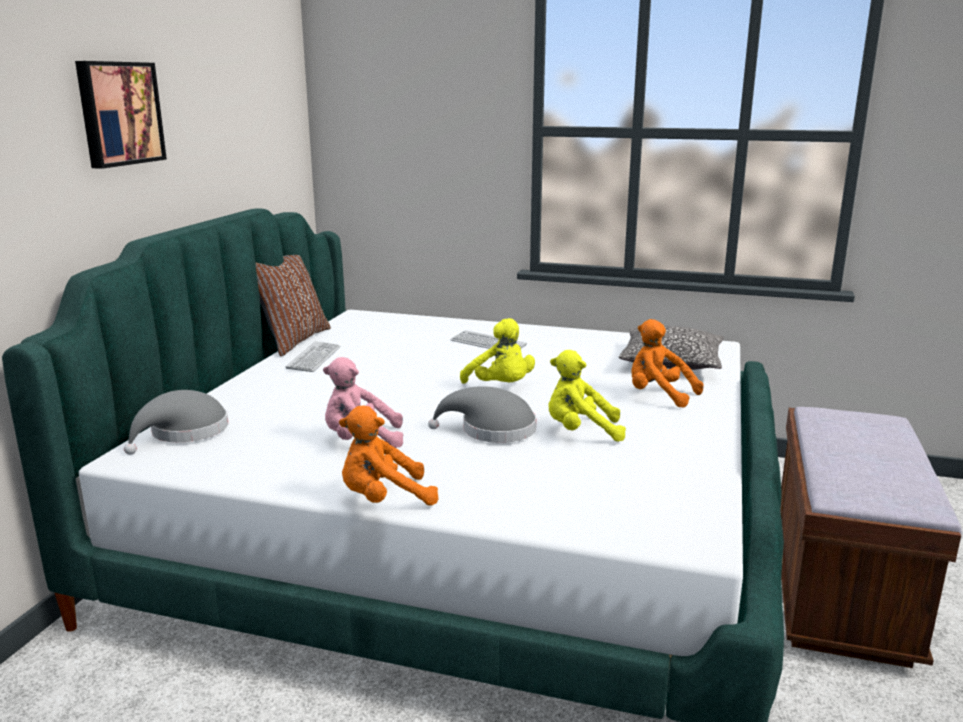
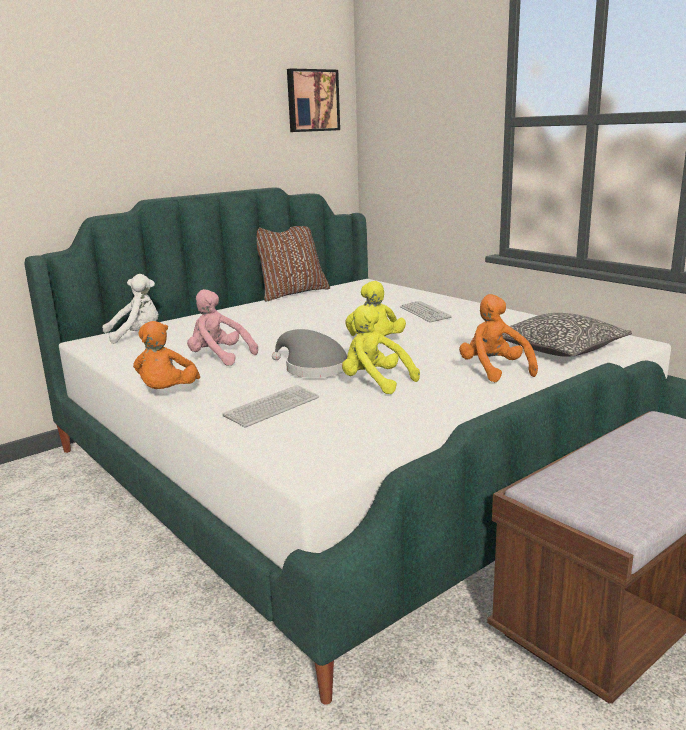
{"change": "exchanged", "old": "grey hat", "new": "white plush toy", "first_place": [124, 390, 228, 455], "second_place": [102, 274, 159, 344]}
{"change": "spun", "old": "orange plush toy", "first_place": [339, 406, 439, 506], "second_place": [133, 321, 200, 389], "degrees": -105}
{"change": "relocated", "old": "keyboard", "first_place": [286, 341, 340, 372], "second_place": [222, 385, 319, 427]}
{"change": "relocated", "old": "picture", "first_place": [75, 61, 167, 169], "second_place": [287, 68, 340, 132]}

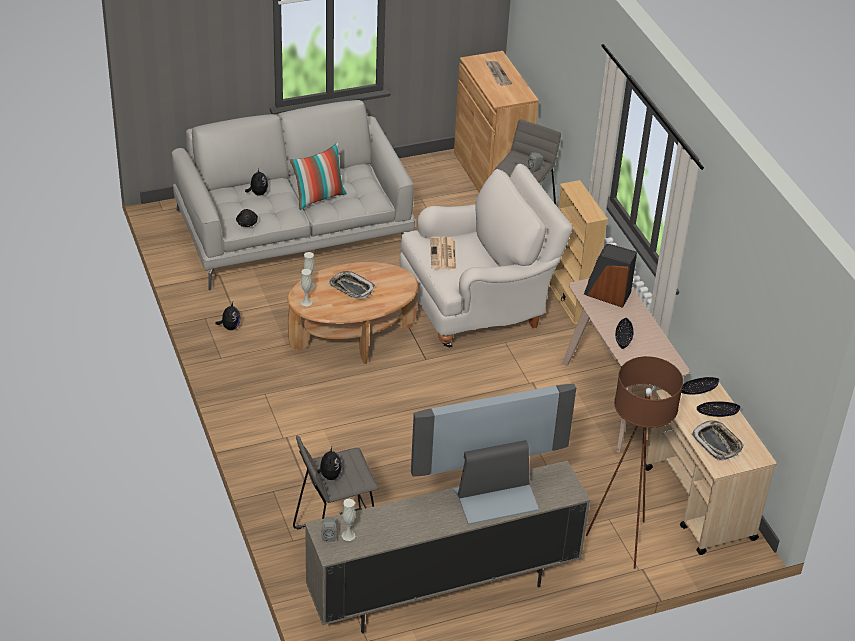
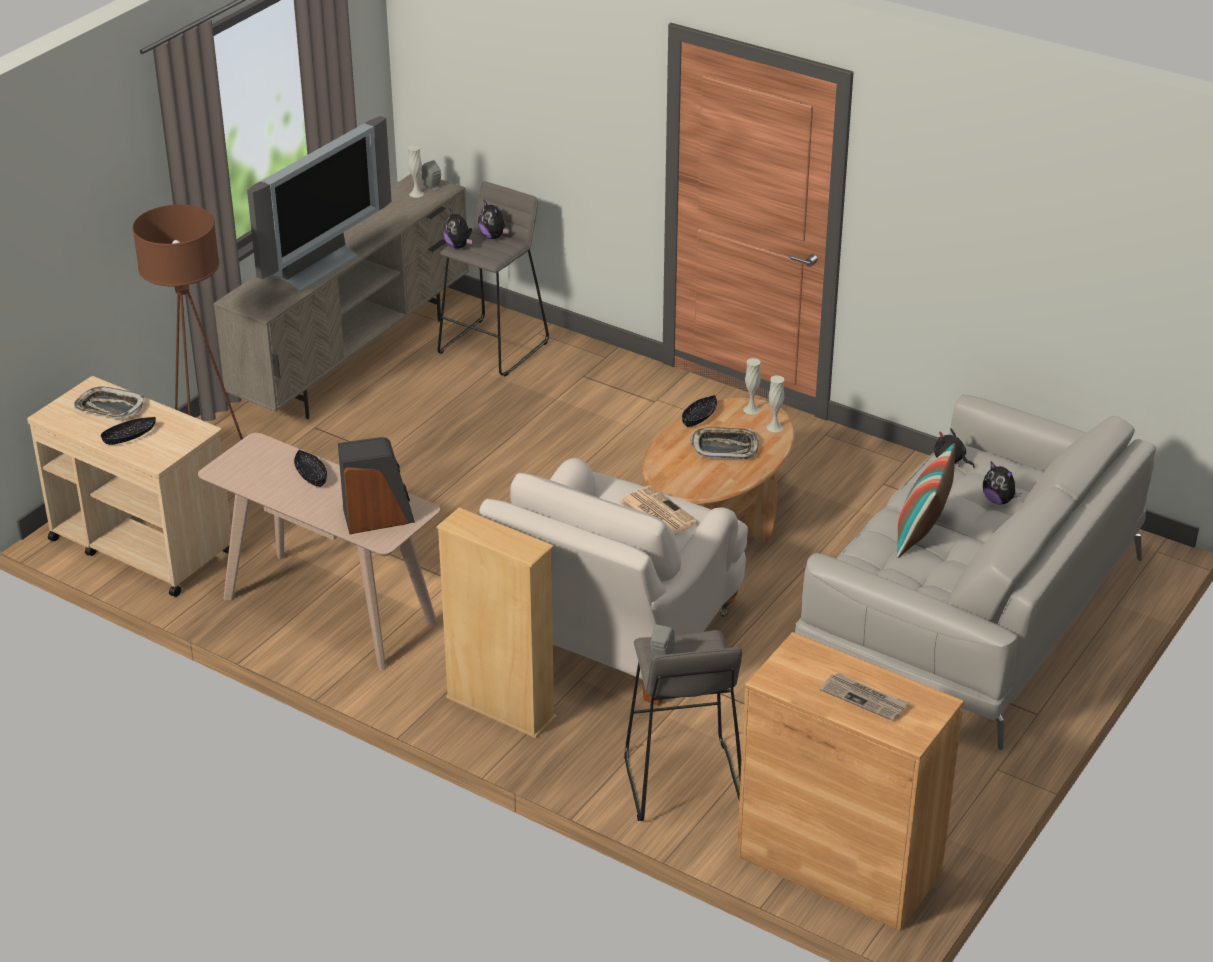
{"change": "relocated", "old": "plush toy", "first_place": [215, 302, 241, 330], "second_place": [443, 209, 472, 249]}
{"change": "relocated", "old": "black bowl", "first_place": [681, 377, 719, 395], "second_place": [682, 395, 717, 427]}

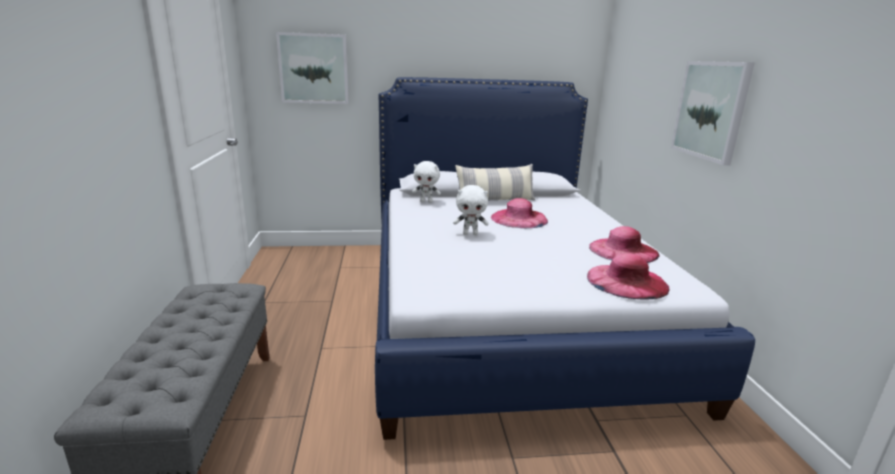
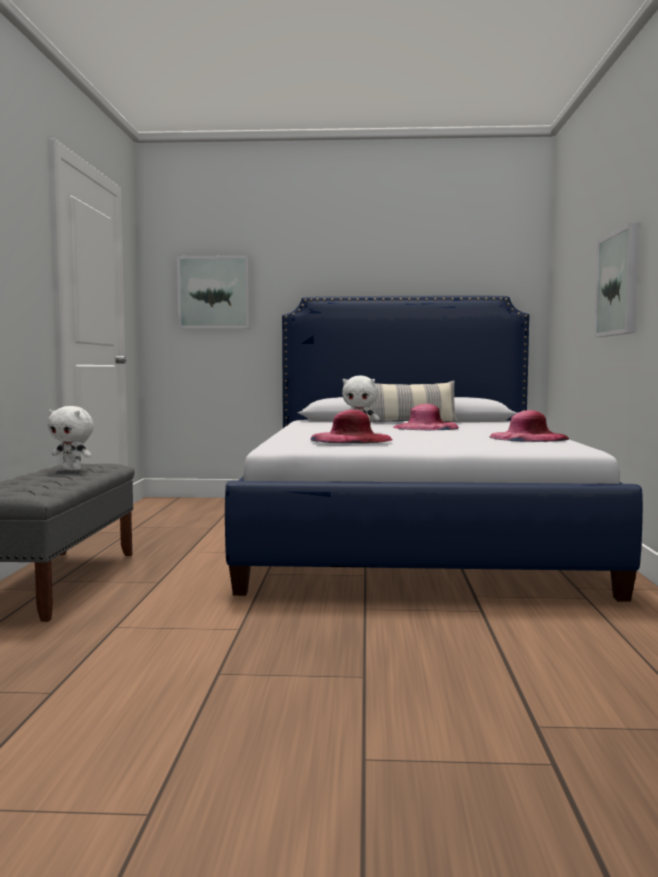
{"change": "relocated", "old": "white plush toy", "first_place": [412, 161, 441, 203], "second_place": [48, 406, 94, 470]}
{"change": "relocated", "old": "pink hat", "first_place": [587, 253, 670, 299], "second_place": [310, 410, 392, 443]}

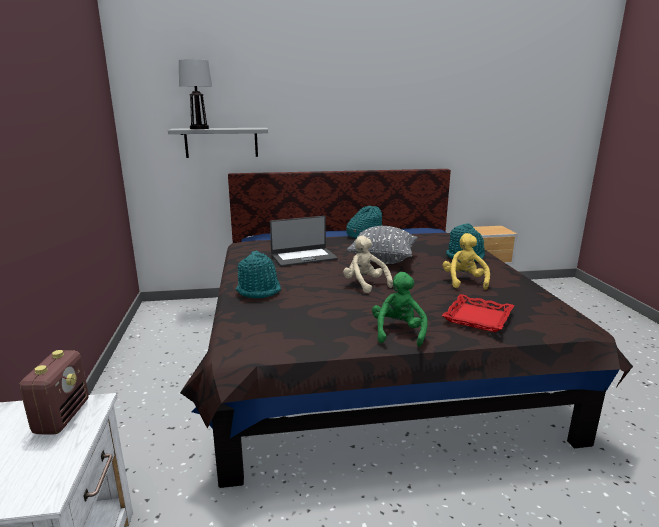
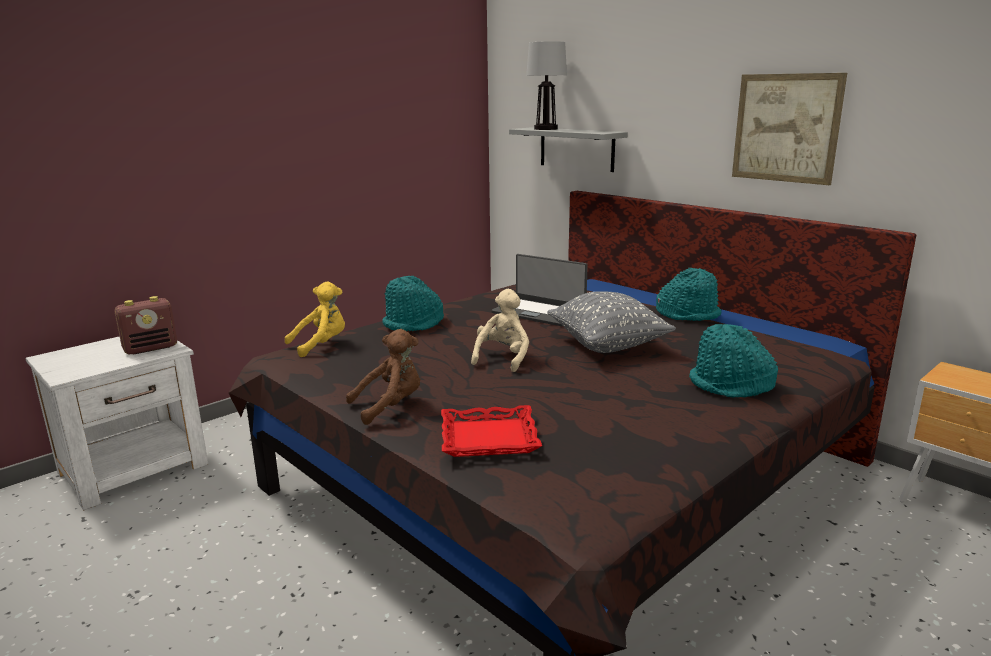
{"change": "relocated", "old": "yellow plush toy", "first_place": [443, 233, 490, 290], "second_place": [285, 281, 345, 357]}
{"change": "colour", "old": "green plush toy", "new": "brown plush toy", "first_place": [372, 272, 428, 347], "second_place": [346, 329, 420, 425]}
{"change": "appeared", "new": "picture", "second_place": [732, 73, 847, 185]}

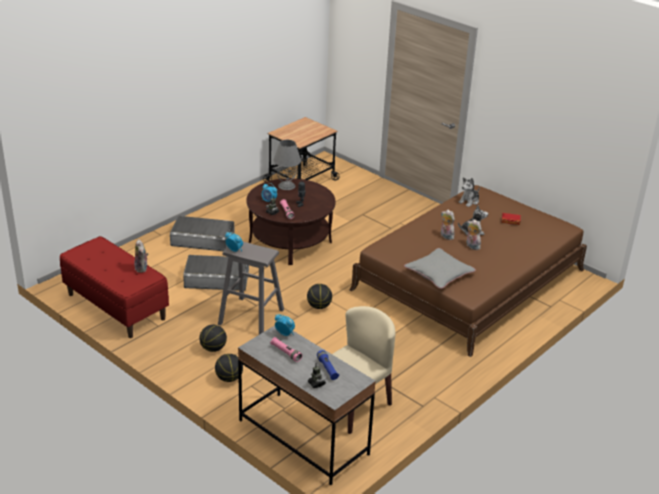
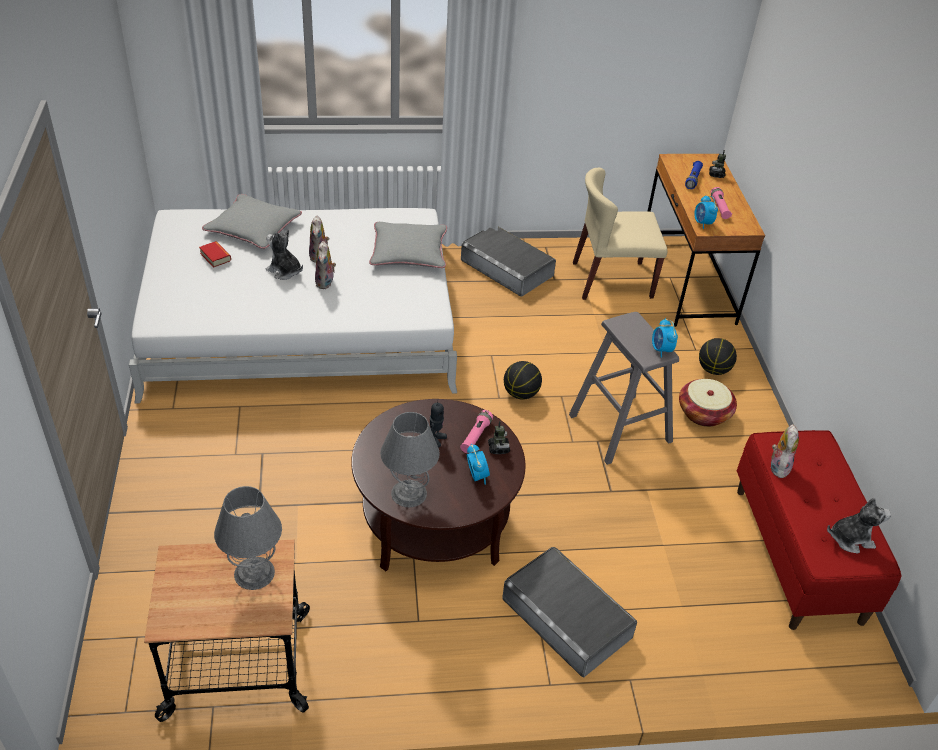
{"change": "colour", "old": "brown bed", "new": "white bed", "first_place": [350, 185, 587, 357], "second_place": [129, 208, 457, 403]}
{"change": "appeared", "new": "grey pillow", "second_place": [202, 194, 302, 249]}
{"change": "appeared", "new": "grey table lamp", "second_place": [214, 486, 282, 590]}
{"change": "relocated", "old": "grey storage box", "first_place": [183, 255, 249, 291], "second_place": [461, 226, 556, 297]}
{"change": "colour", "old": "grey desk", "new": "brown desk", "first_place": [238, 326, 376, 485], "second_place": [647, 154, 765, 327]}
{"change": "exchanged", "old": "basketball", "new": "basket", "first_place": [199, 325, 227, 352], "second_place": [679, 379, 737, 427]}
{"change": "relocated", "old": "plush toy", "first_place": [459, 177, 480, 207], "second_place": [827, 498, 891, 554]}

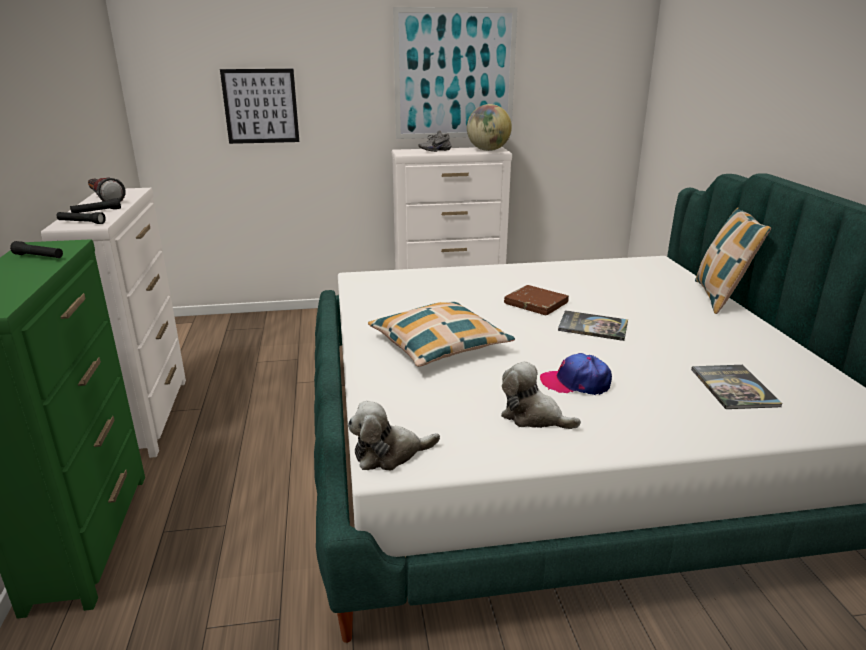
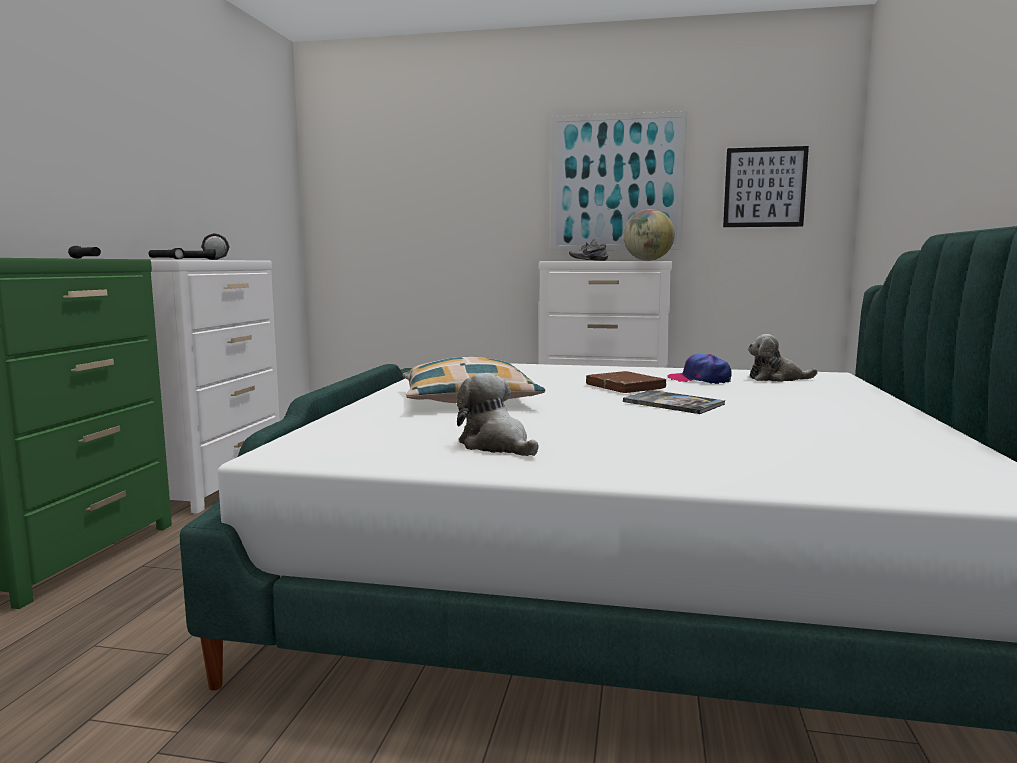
{"change": "relocated", "old": "cap", "first_place": [540, 353, 612, 395], "second_place": [667, 354, 732, 384]}
{"change": "relocated", "old": "picture", "first_place": [220, 69, 299, 144], "second_place": [723, 146, 809, 227]}
{"change": "relocated", "old": "plush toy", "first_place": [348, 401, 440, 471], "second_place": [748, 334, 817, 382]}
{"change": "missing", "old": "book", "first_place": [691, 365, 783, 409]}
{"change": "missing", "old": "pillow", "first_place": [695, 208, 771, 314]}

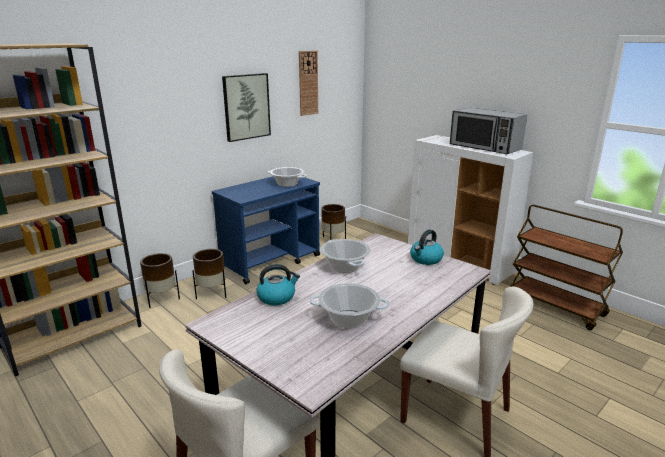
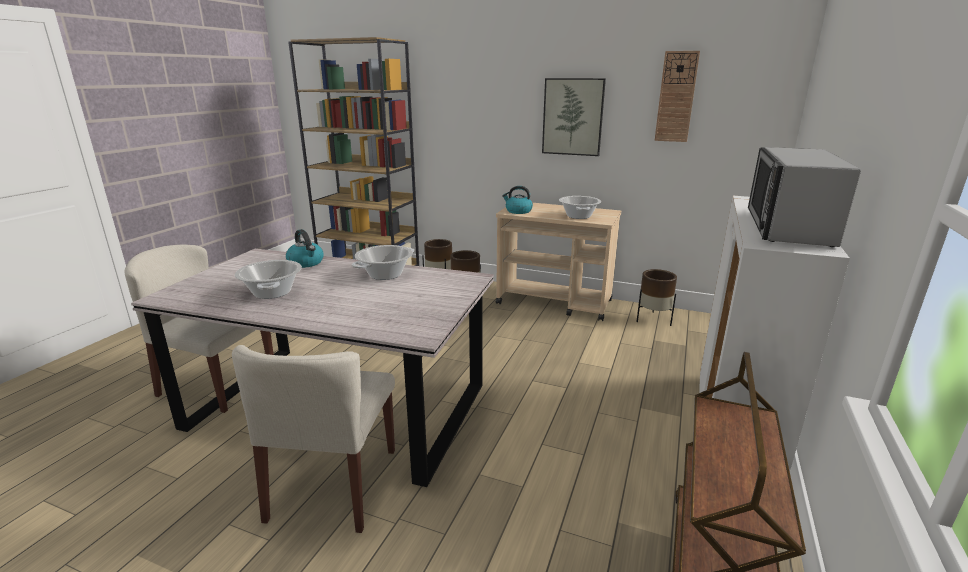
{"change": "colour", "old": "blue cart", "new": "beige cart", "first_place": [212, 176, 320, 284], "second_place": [496, 203, 621, 321]}
{"change": "relocated", "old": "kettle", "first_place": [410, 229, 444, 265], "second_place": [502, 186, 533, 214]}

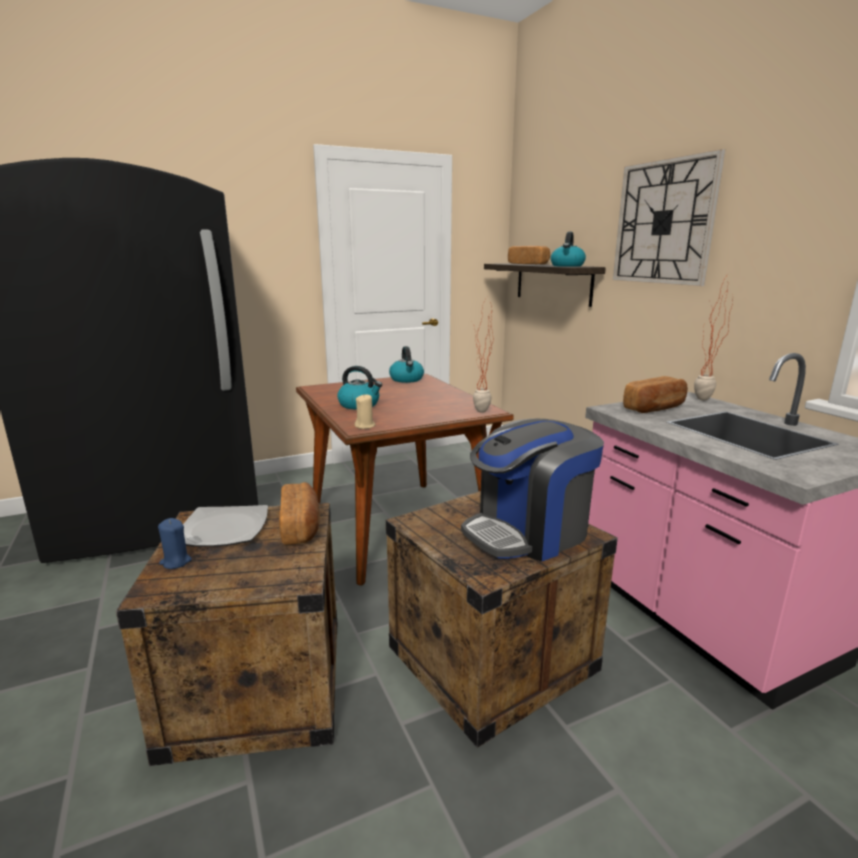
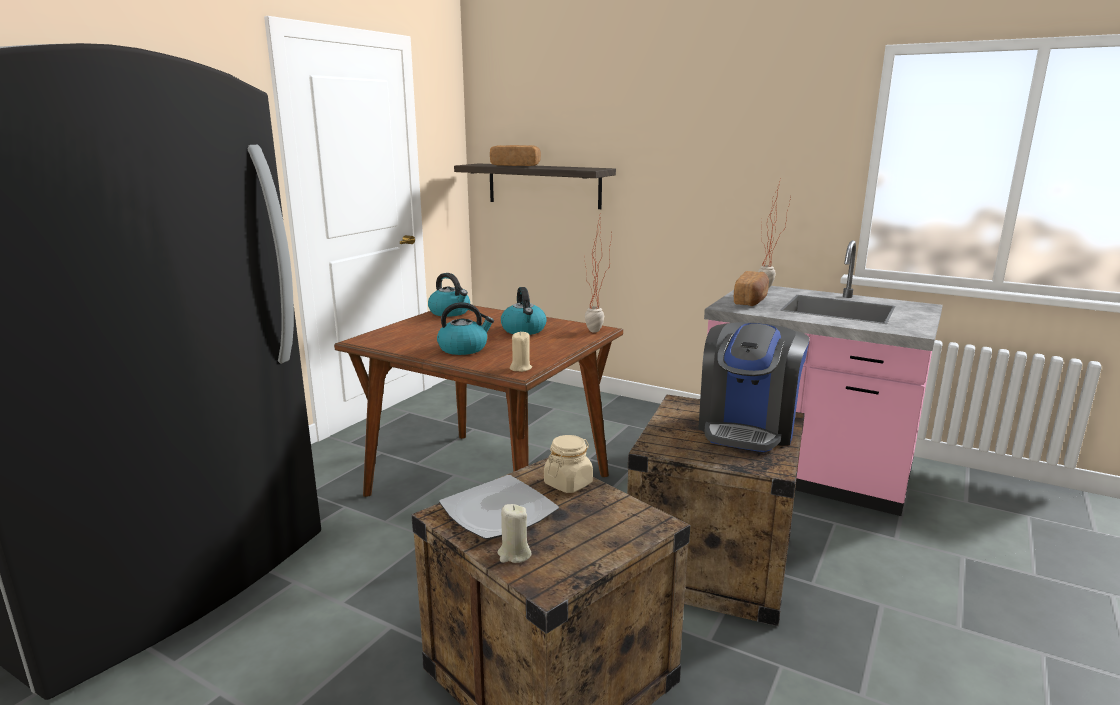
{"change": "colour", "old": "blue candle", "new": "beige candle", "first_place": [158, 518, 192, 569], "second_place": [498, 504, 531, 563]}
{"change": "relocated", "old": "kettle", "first_place": [551, 232, 586, 267], "second_place": [501, 287, 547, 335]}
{"change": "exchanged", "old": "bread", "new": "beige jar", "first_place": [279, 482, 320, 545], "second_place": [544, 435, 593, 493]}
{"change": "missing", "old": "wall clock", "first_place": [613, 149, 725, 286]}

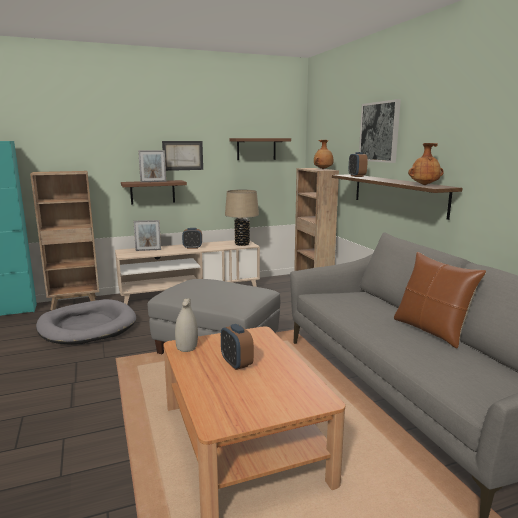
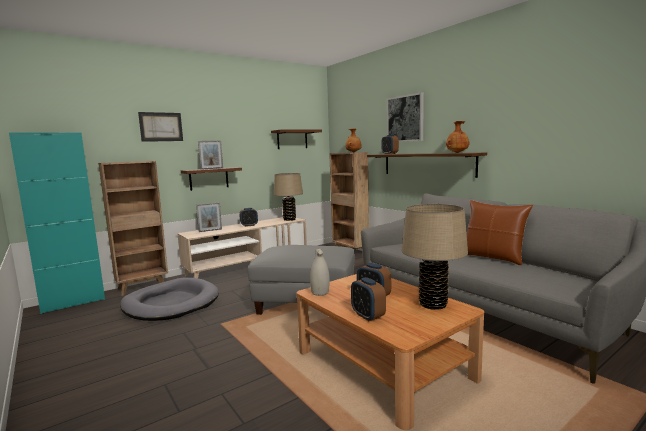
{"change": "relocated", "old": "picture", "first_place": [162, 141, 203, 171], "second_place": [138, 112, 183, 142]}
{"change": "appeared", "new": "alarm clock", "second_place": [351, 277, 386, 321]}
{"change": "appeared", "new": "beige table lamp", "second_place": [402, 204, 468, 310]}

